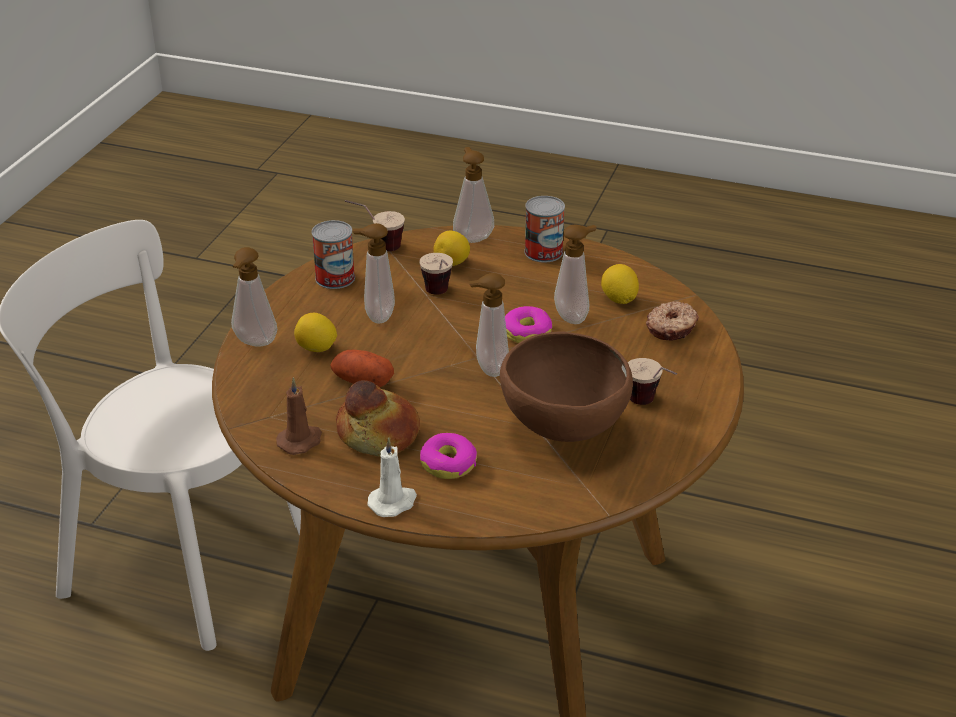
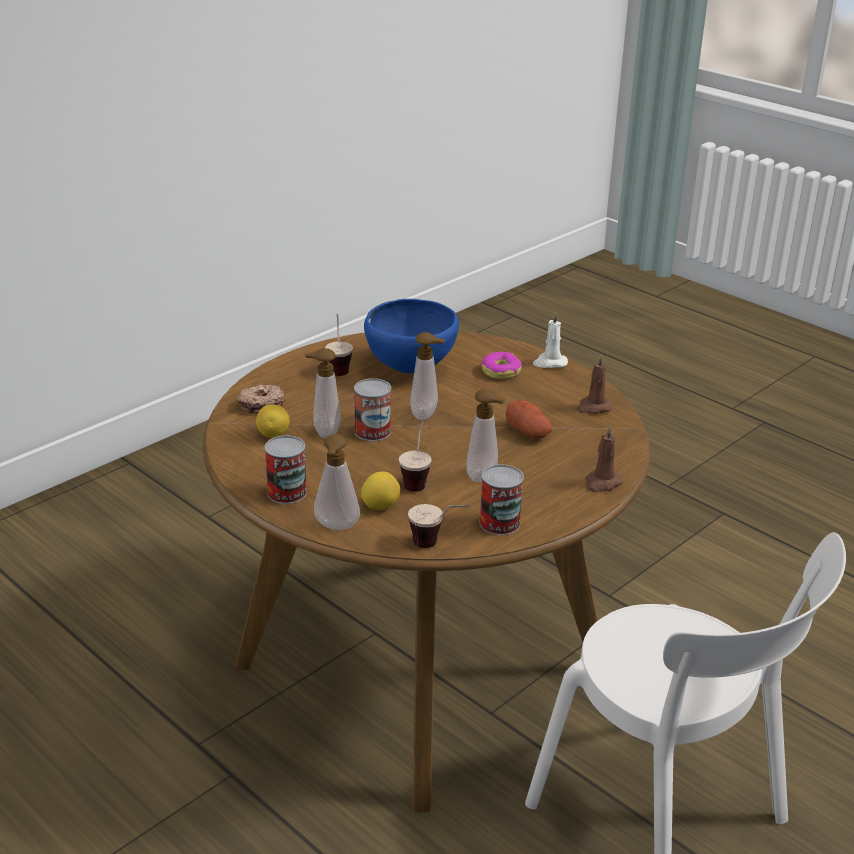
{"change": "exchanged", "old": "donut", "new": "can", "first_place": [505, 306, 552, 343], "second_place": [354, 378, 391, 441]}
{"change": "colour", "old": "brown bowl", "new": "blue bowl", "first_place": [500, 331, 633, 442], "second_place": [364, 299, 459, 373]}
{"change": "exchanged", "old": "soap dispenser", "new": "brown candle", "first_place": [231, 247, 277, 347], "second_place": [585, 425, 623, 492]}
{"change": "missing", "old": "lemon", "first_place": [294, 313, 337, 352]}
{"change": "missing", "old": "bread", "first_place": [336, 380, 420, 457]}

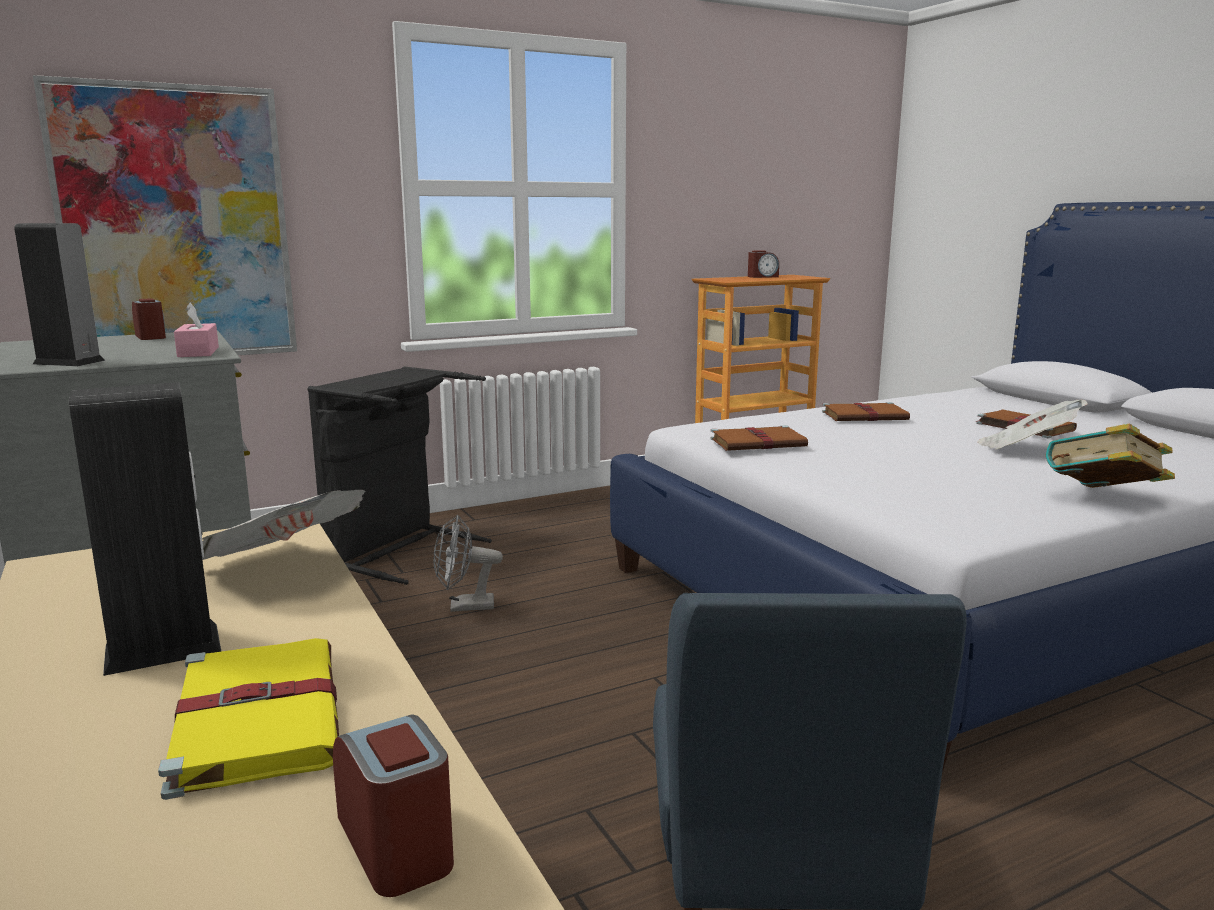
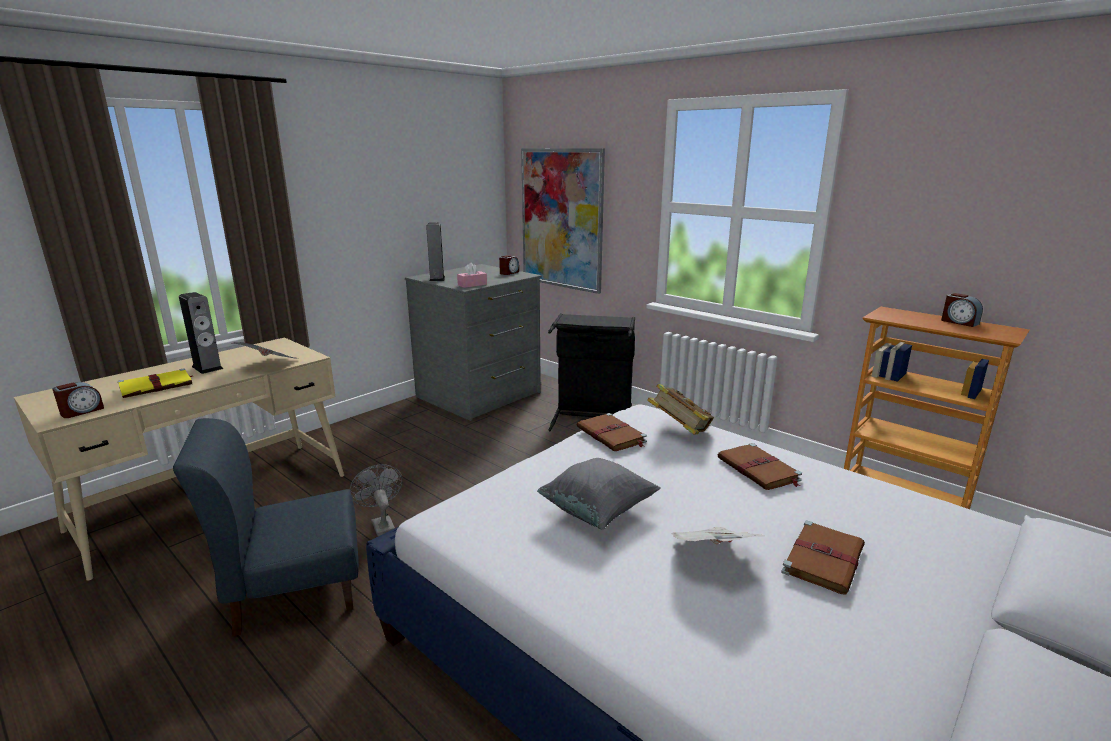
{"change": "relocated", "old": "grey fan", "first_place": [433, 515, 503, 612], "second_place": [350, 464, 403, 536]}
{"change": "appeared", "new": "grey pillow", "second_place": [537, 458, 661, 529]}
{"change": "relocated", "old": "book", "first_place": [1046, 424, 1175, 488], "second_place": [647, 384, 714, 435]}

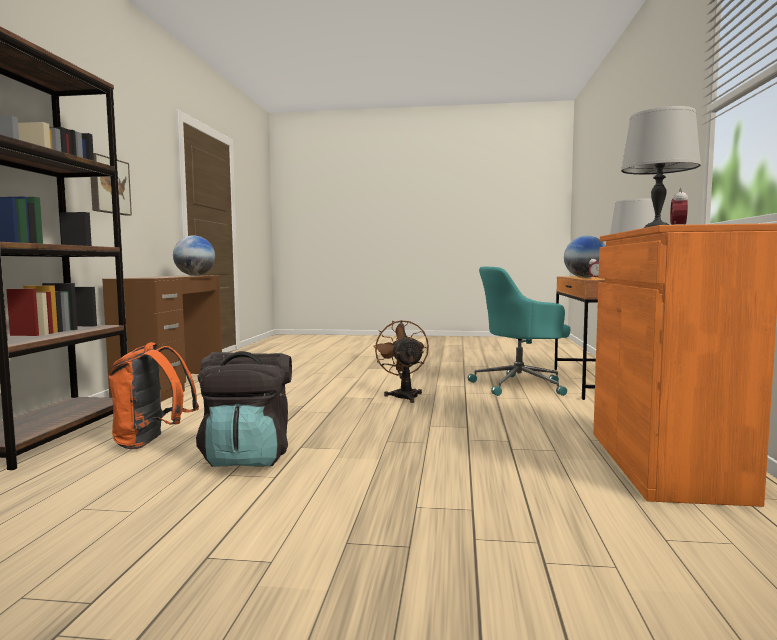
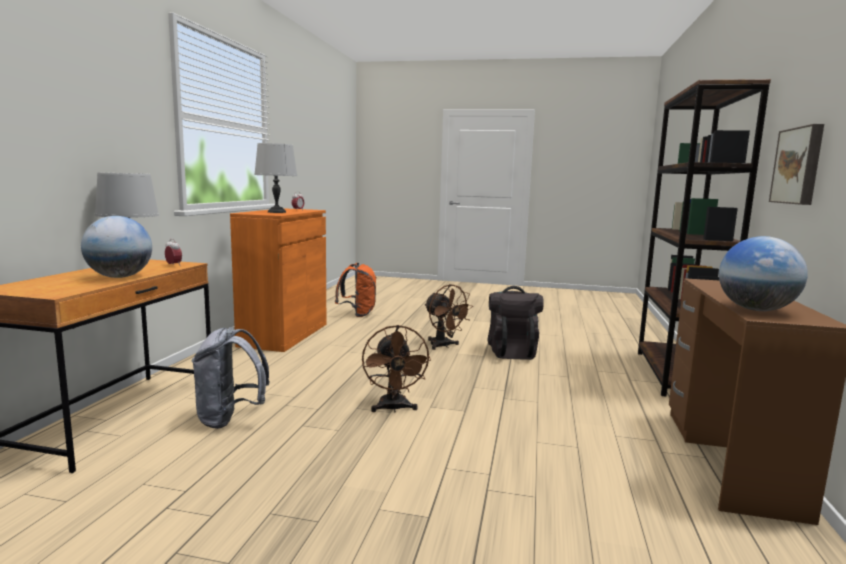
{"change": "exchanged", "old": "turquoise office chair", "new": "grey backpack", "first_place": [468, 266, 570, 396], "second_place": [192, 327, 269, 429]}
{"change": "relocated", "old": "orange backpack", "first_place": [108, 342, 199, 449], "second_place": [335, 262, 377, 317]}
{"change": "appeared", "new": "brown fan", "second_place": [424, 284, 473, 350]}

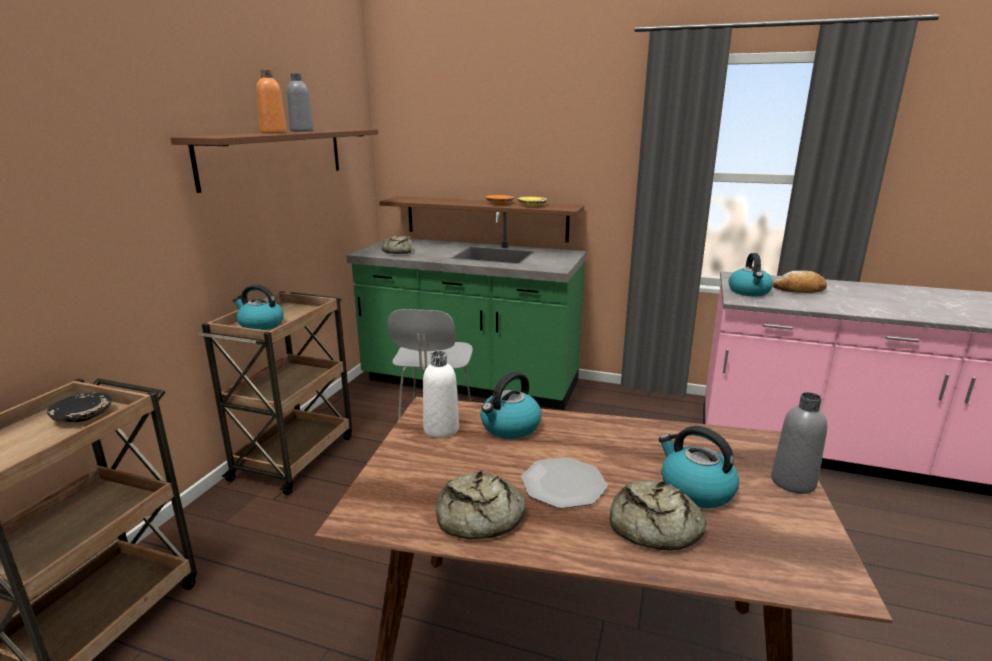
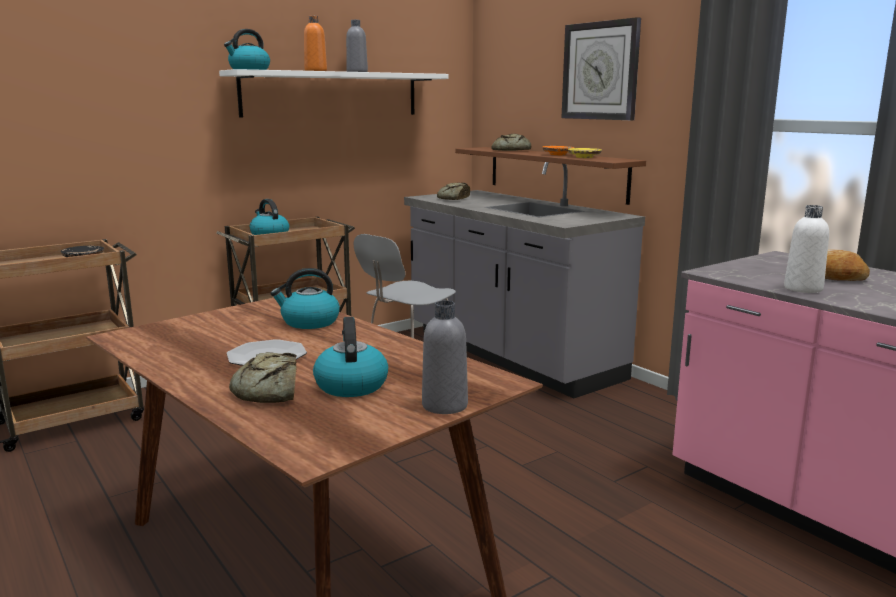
{"change": "colour", "old": "brown shelf", "new": "white shelf", "first_place": [170, 129, 378, 193], "second_place": [219, 69, 449, 118]}
{"change": "relocated", "old": "kettle", "first_place": [729, 253, 773, 296], "second_place": [224, 29, 270, 70]}
{"change": "colour", "old": "green counter", "new": "grey counter", "first_place": [346, 212, 587, 410], "second_place": [404, 162, 645, 399]}
{"change": "relocated", "old": "bread", "first_place": [436, 471, 526, 539], "second_place": [491, 134, 531, 151]}
{"change": "appeared", "new": "wall clock", "second_place": [561, 17, 641, 120]}
{"change": "relocated", "old": "white bottle", "first_place": [423, 351, 459, 438], "second_place": [784, 205, 829, 293]}

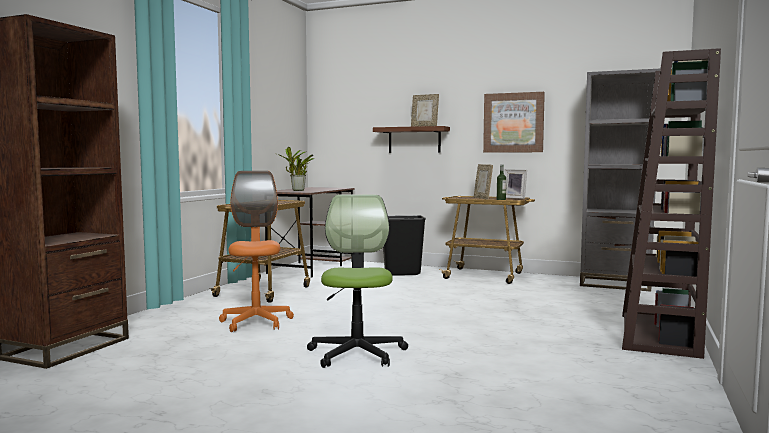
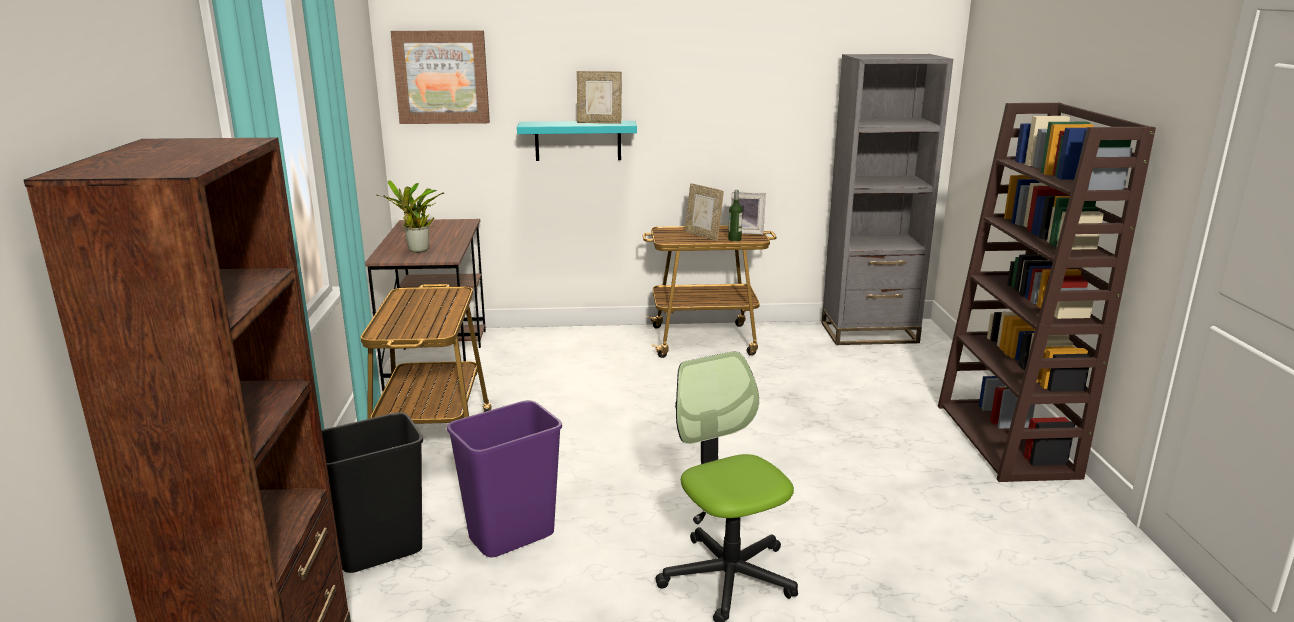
{"change": "relocated", "old": "black trash can", "first_place": [383, 215, 426, 276], "second_place": [322, 412, 423, 573]}
{"change": "relocated", "old": "picture", "first_place": [483, 92, 545, 153], "second_place": [390, 30, 490, 124]}
{"change": "exchanged", "old": "orange office chair", "new": "purple trash can", "first_place": [219, 171, 294, 332], "second_place": [447, 400, 562, 557]}
{"change": "colour", "old": "brown shelf", "new": "turquoise shelf", "first_place": [373, 126, 450, 153], "second_place": [517, 121, 637, 161]}

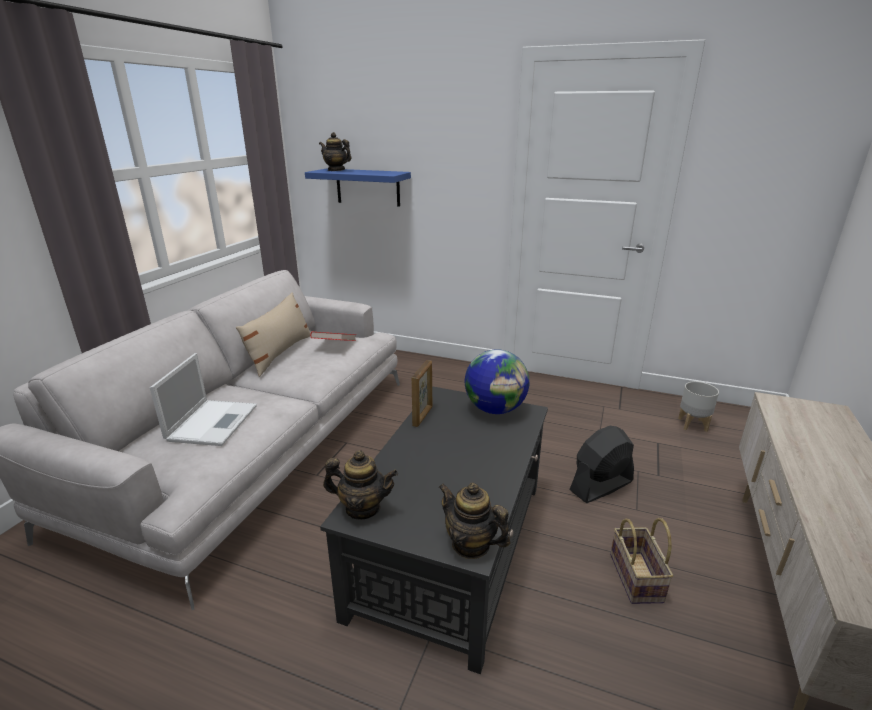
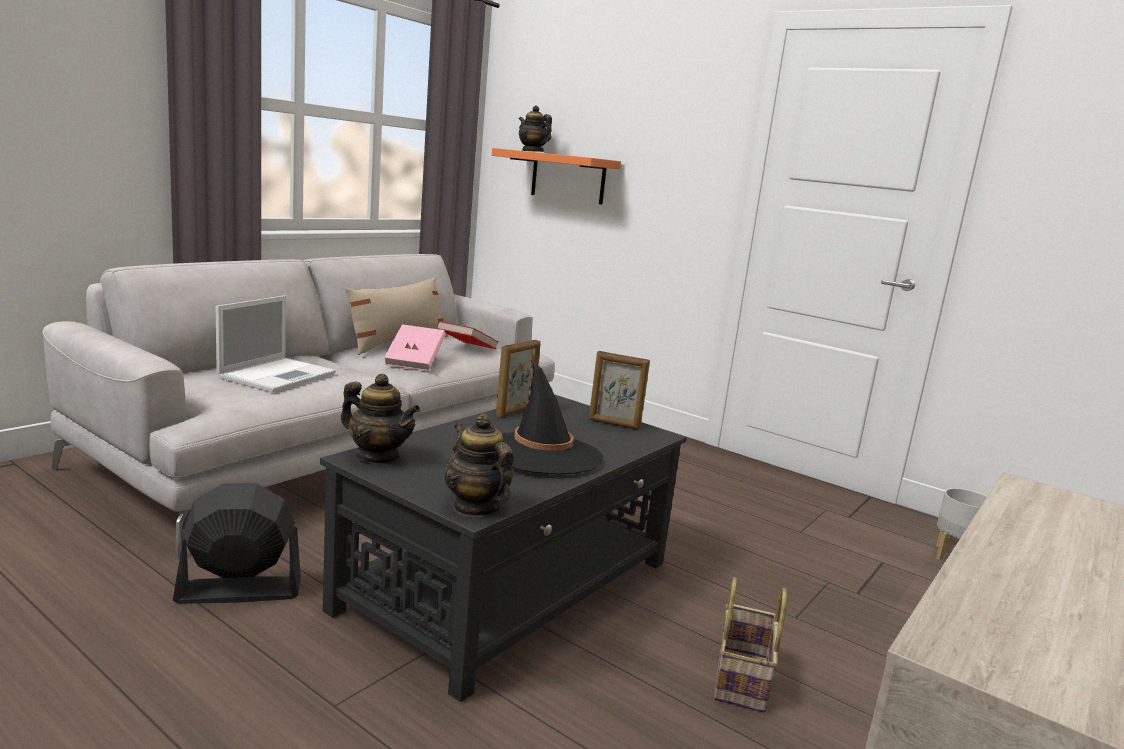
{"change": "relocated", "old": "black fan", "first_place": [569, 426, 634, 503], "second_place": [173, 483, 301, 604]}
{"change": "appeared", "new": "pink book", "second_place": [384, 324, 446, 371]}
{"change": "colour", "old": "blue shelf", "new": "orange shelf", "first_place": [305, 169, 411, 207], "second_place": [492, 148, 621, 205]}
{"change": "appeared", "new": "black hat", "second_place": [502, 360, 603, 475]}
{"change": "exchanged", "old": "globe", "new": "picture frame", "first_place": [465, 349, 529, 414], "second_place": [589, 351, 650, 430]}

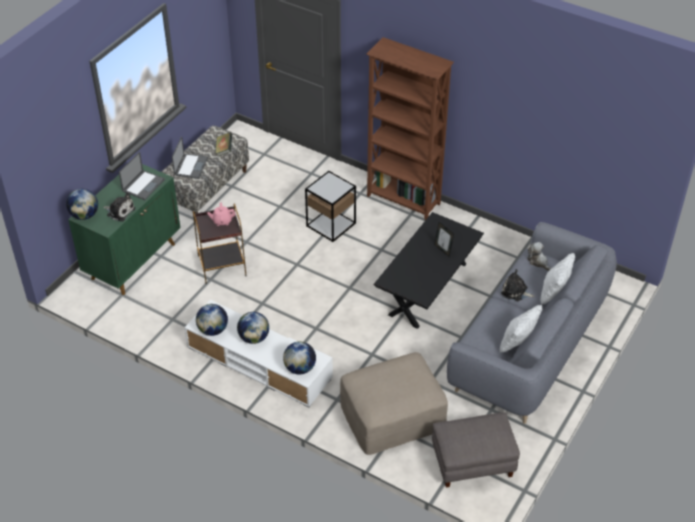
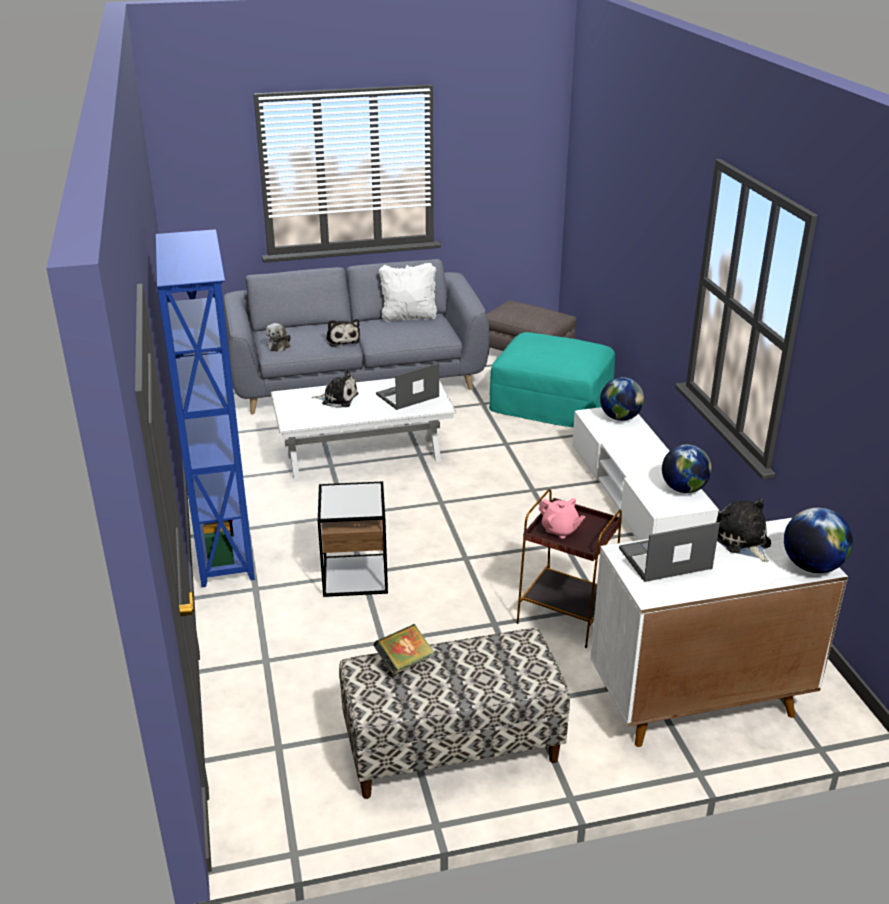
{"change": "colour", "old": "brown bookcase", "new": "blue bookcase", "first_place": [366, 37, 454, 220], "second_place": [156, 229, 255, 587]}
{"change": "colour", "old": "black coffee table", "new": "white coffee table", "first_place": [373, 212, 484, 329], "second_place": [271, 378, 457, 480]}
{"change": "exchanged", "old": "picture frame", "new": "plush toy", "first_place": [434, 222, 454, 257], "second_place": [312, 370, 358, 408]}
{"change": "relocated", "old": "laptop", "first_place": [172, 136, 208, 179], "second_place": [376, 363, 439, 410]}
{"change": "colour", "old": "beige ottoman", "new": "turquoise ottoman", "first_place": [340, 352, 448, 455], "second_place": [489, 332, 615, 427]}
{"change": "colour", "old": "green cabinet", "new": "white cabinet", "first_place": [68, 164, 180, 295], "second_place": [590, 518, 848, 747]}
{"change": "missing", "old": "globe", "first_place": [237, 312, 269, 344]}
{"change": "missing", "old": "white pillow", "first_place": [541, 253, 575, 305]}

